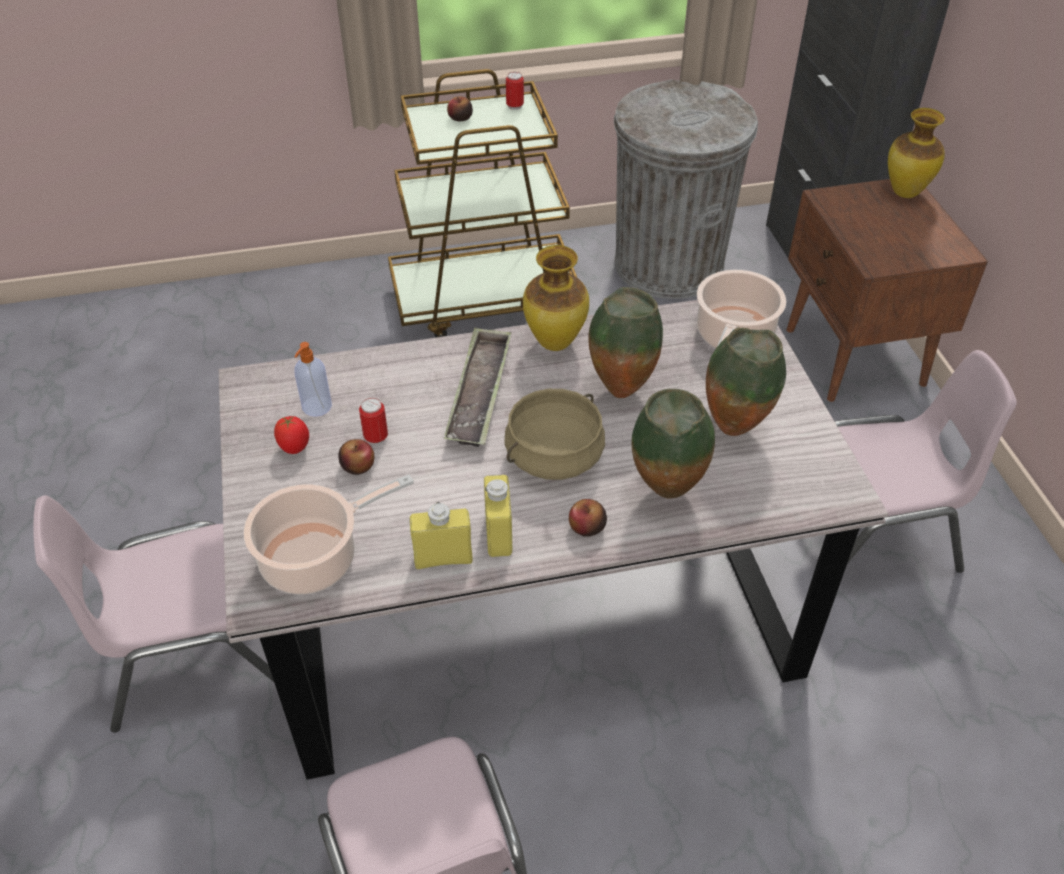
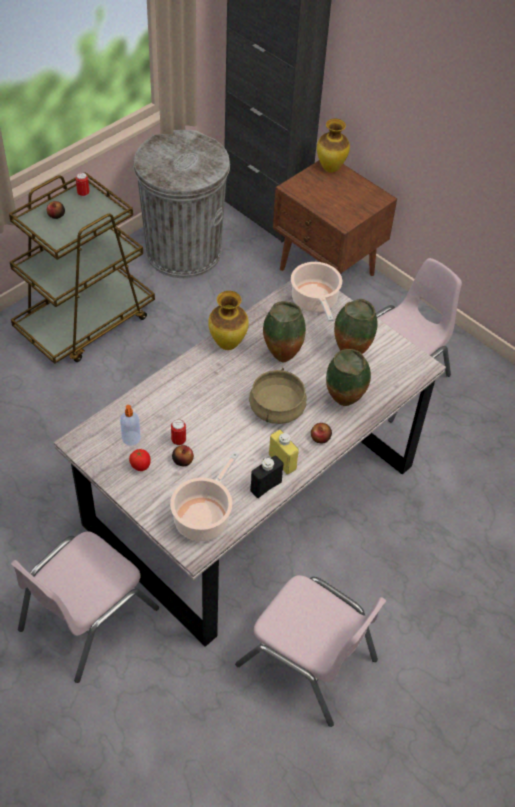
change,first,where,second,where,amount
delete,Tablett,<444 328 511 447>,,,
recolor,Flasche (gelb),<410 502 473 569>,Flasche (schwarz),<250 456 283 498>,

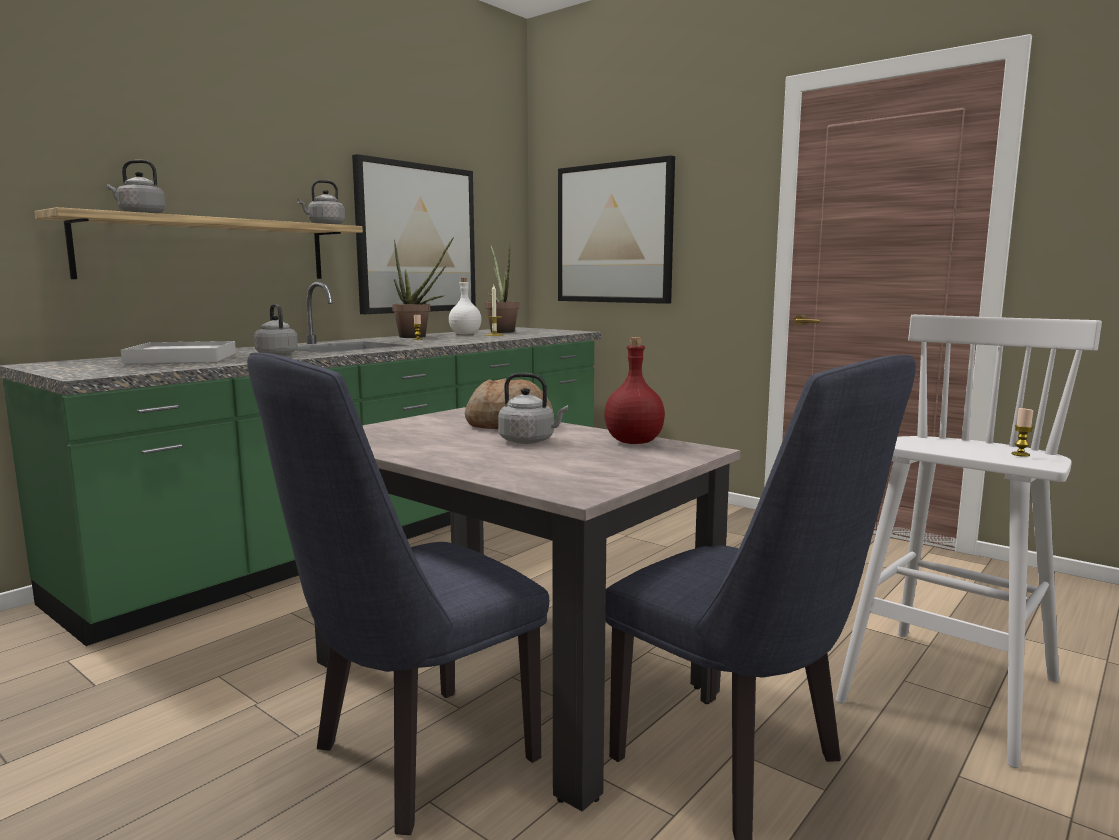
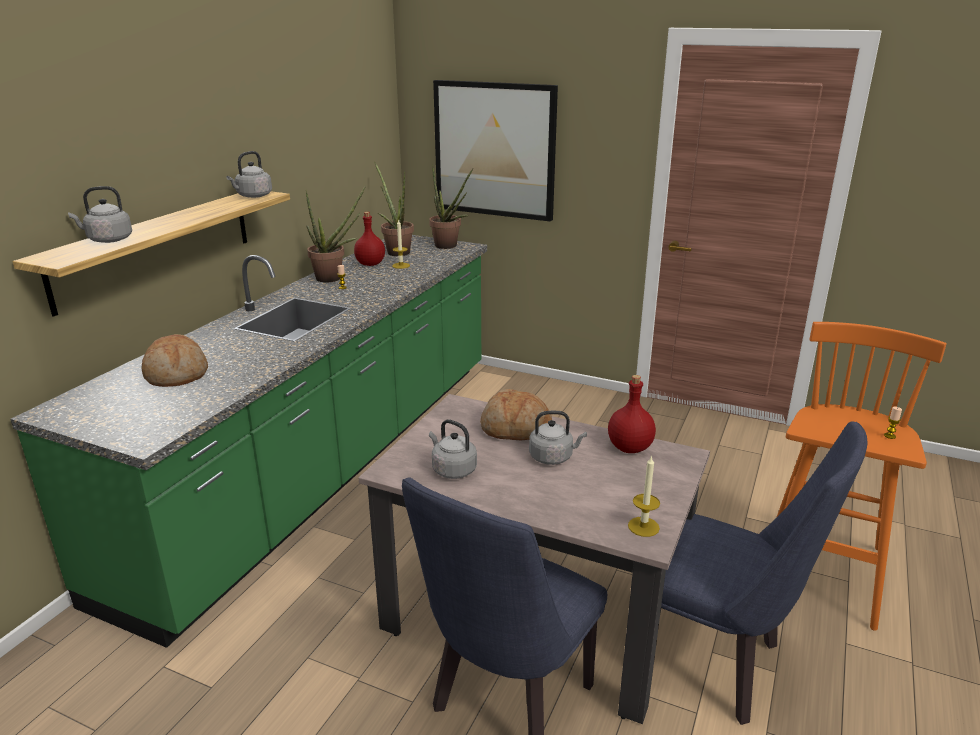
change,first,where,second,where,amount
delete,Bild,<352 154 476 314>,,,
insert,,,Topfpflanze,<429 164 473 249>,
insert,,,Kerze,<628 455 660 537>,
move,Wasserkessel (grau),<254 304 298 356>,,<429 419 477 479>,
replace,Tablett (weiß),<121 341 236 364>,Brot,<142 334 208 387>,
recolor,Flasche (weiß),<449 278 481 335>,Flasche (rot),<354 212 385 266>,
recolor,Hocker (weiß),<836 315 1102 768>,Hocker (orange),<776 322 947 631>,

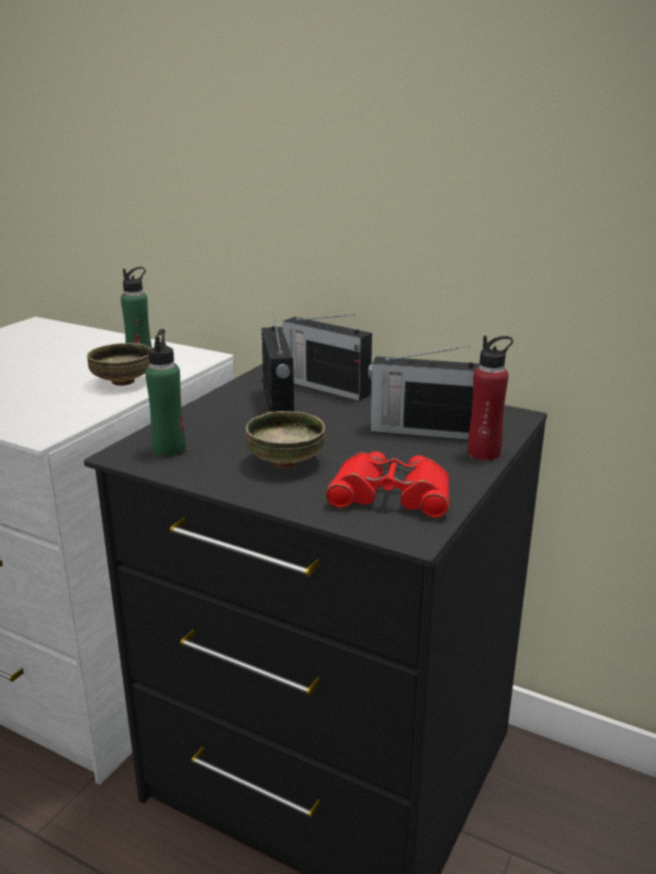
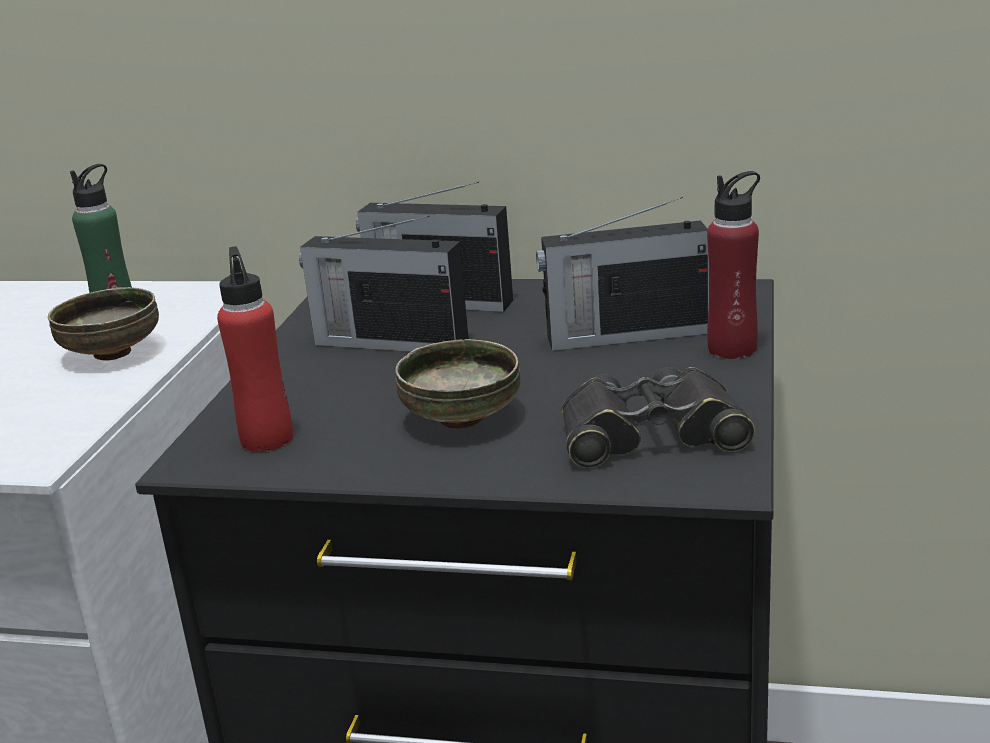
change,first,where,second,where,amount
recolor,Flasche (grün),<145 329 186 457>,Flasche (rot),<217 246 293 452>,
recolor,Fernglas (rot),<326 451 450 519>,Fernglas (schwarz),<561 367 755 468>,
rotate,Radio,<262 312 294 412>,,<299 216 469 352>,135 degrees clockwise

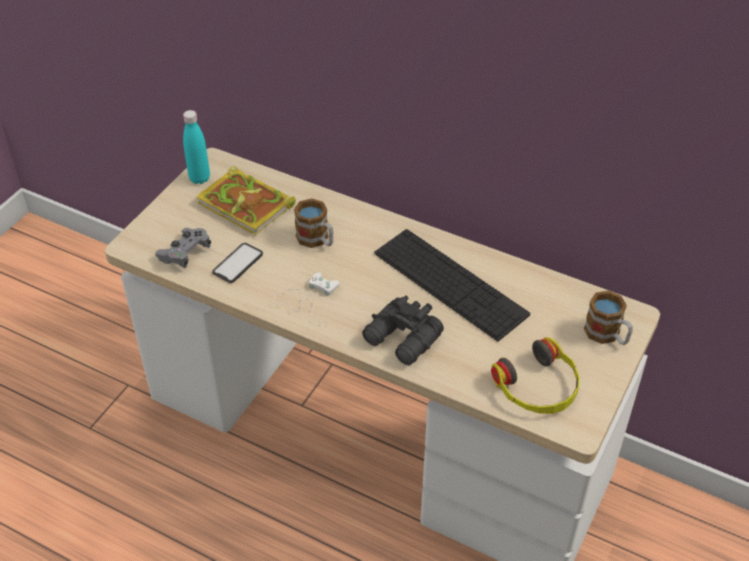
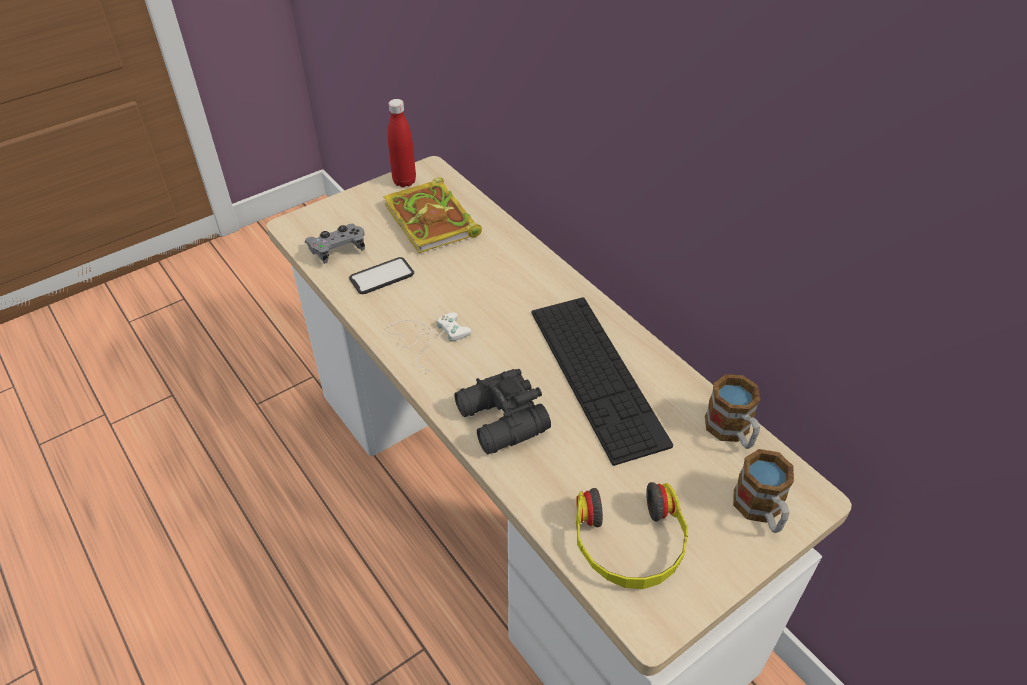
change,first,where,second,where,amount
move,Henkelbecher,<294 198 334 248>,,<705 374 760 449>,
recolor,Flasche (türkis),<183 110 210 184>,Flasche (rot),<388 99 416 187>,

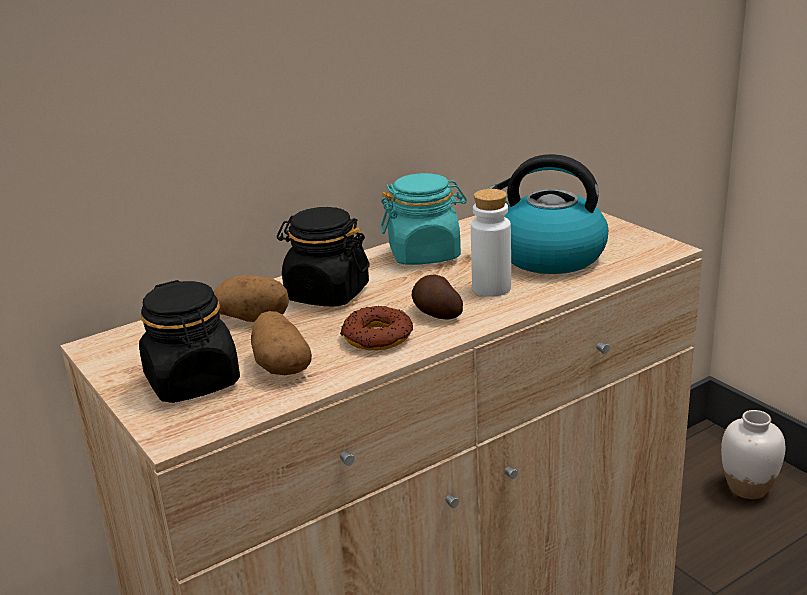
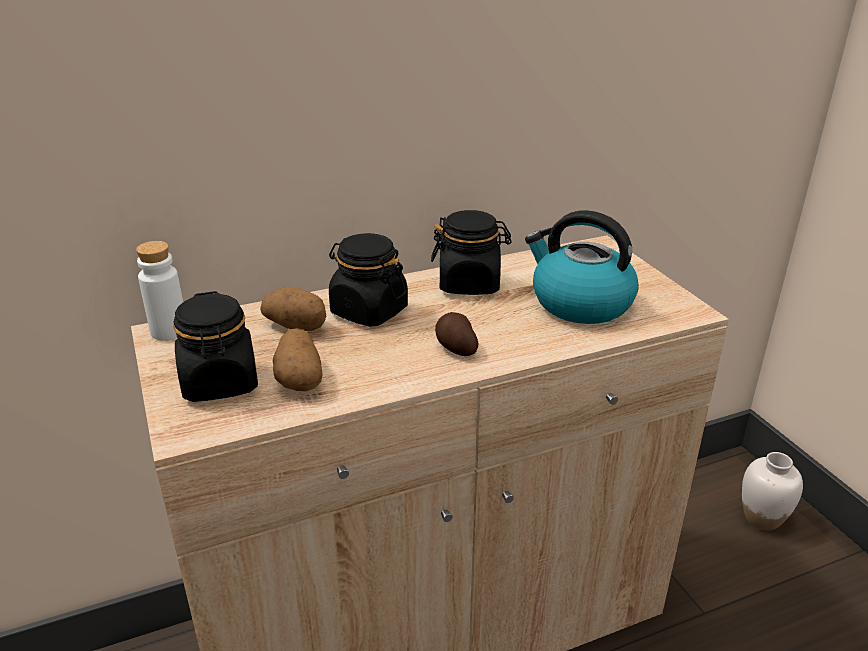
change,first,where,second,where,amount
delete,Donut,<340 306 413 350>,,,
move,Flasche (weiß),<471 189 511 297>,,<136 241 183 341>,
recolor,Vorratsglas (türkis),<380 173 467 265>,Vorratsglas (schwarz),<431 210 512 295>,

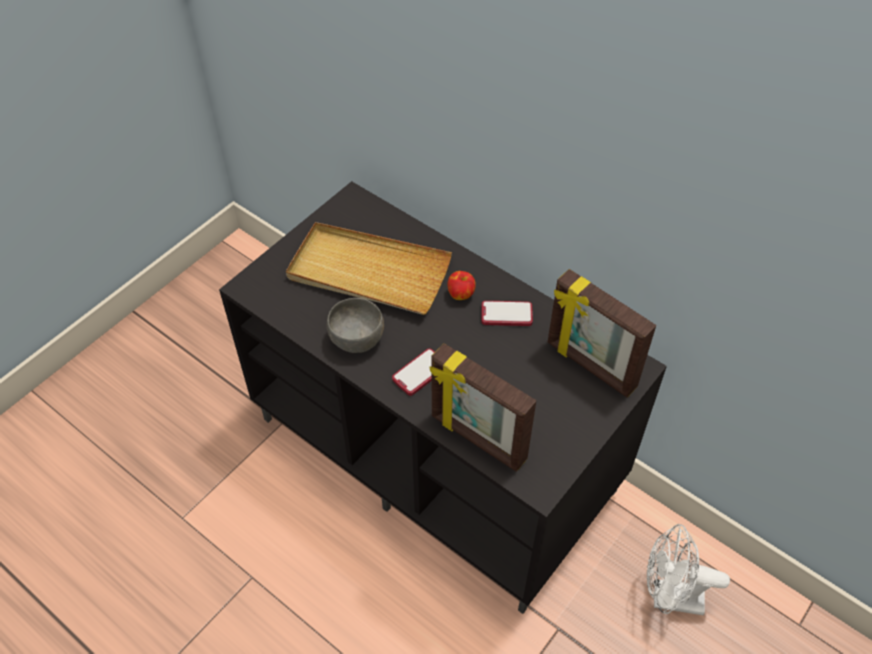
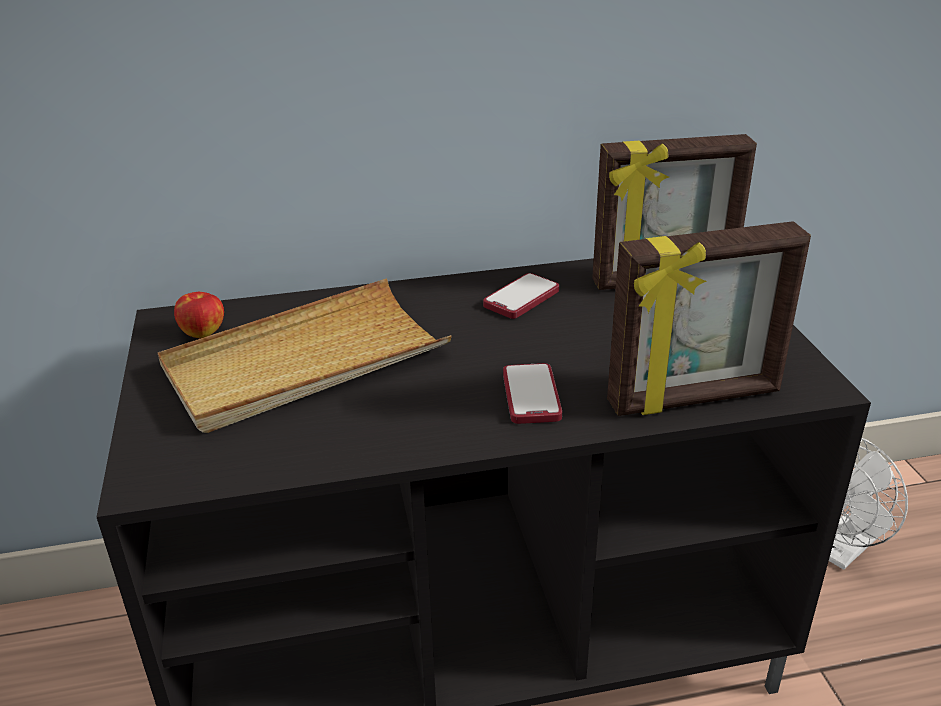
change,first,where,second,where,amount
delete,Schüssel (grau),<327 298 384 353>,,,
move,Apfel,<447 271 476 300>,,<174 292 224 338>,

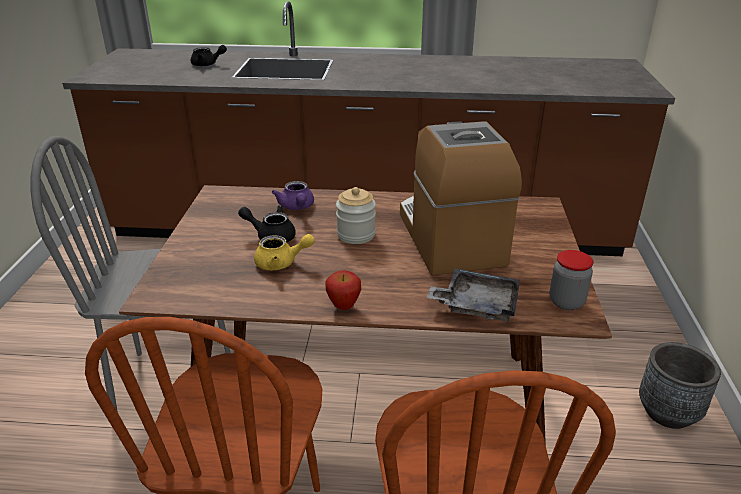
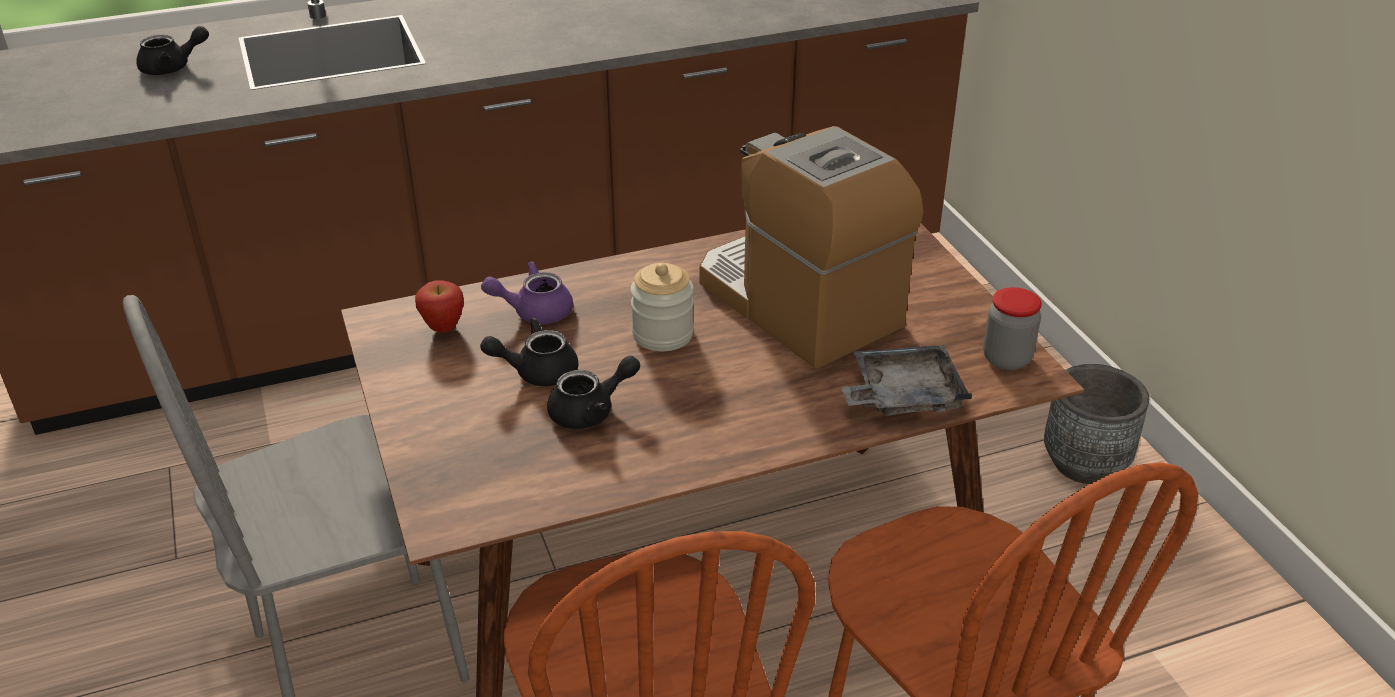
change,first,where,second,where,amount
move,Apfel,<326 270 361 310>,,<415 281 464 333>,
recolor,Teekanne (gelb),<254 234 315 270>,Teekanne (schwarz),<547 356 640 429>,
rotate,Teekanne (lila),<272 181 314 210>,,<481 262 573 324>,120 degrees clockwise

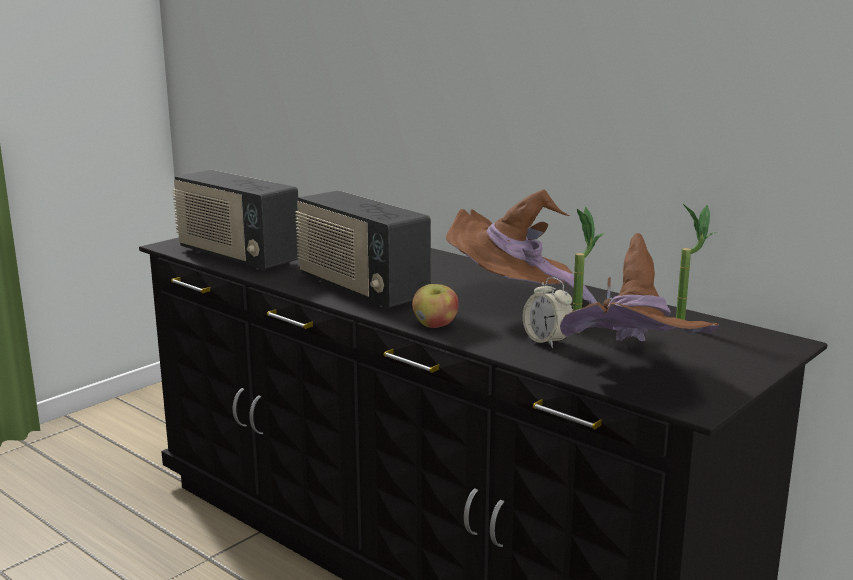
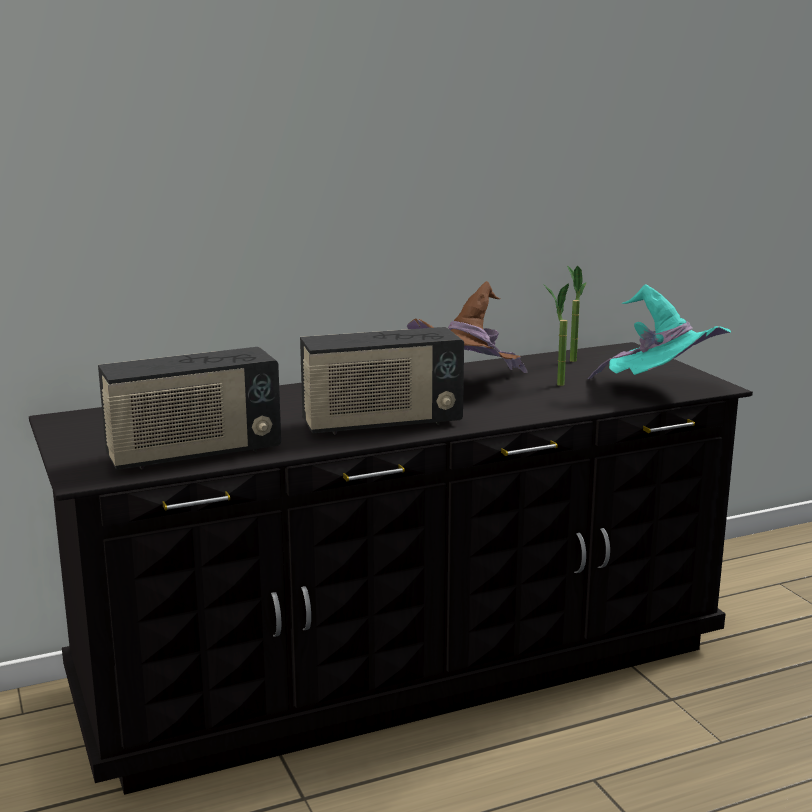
change,first,where,second,where,amount
delete,Apfel,<412 284 458 328>,,,
delete,Wecker,<523 277 574 348>,,,
recolor,Hut (braun),<560 233 719 341>,Hut (türkis),<588 285 731 379>,

